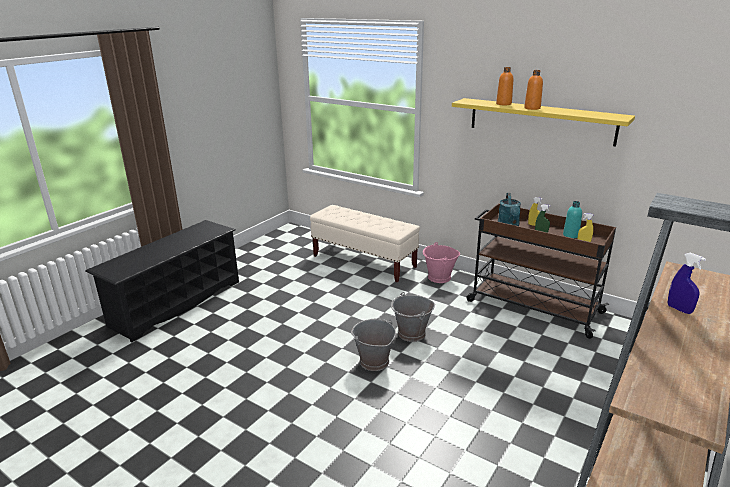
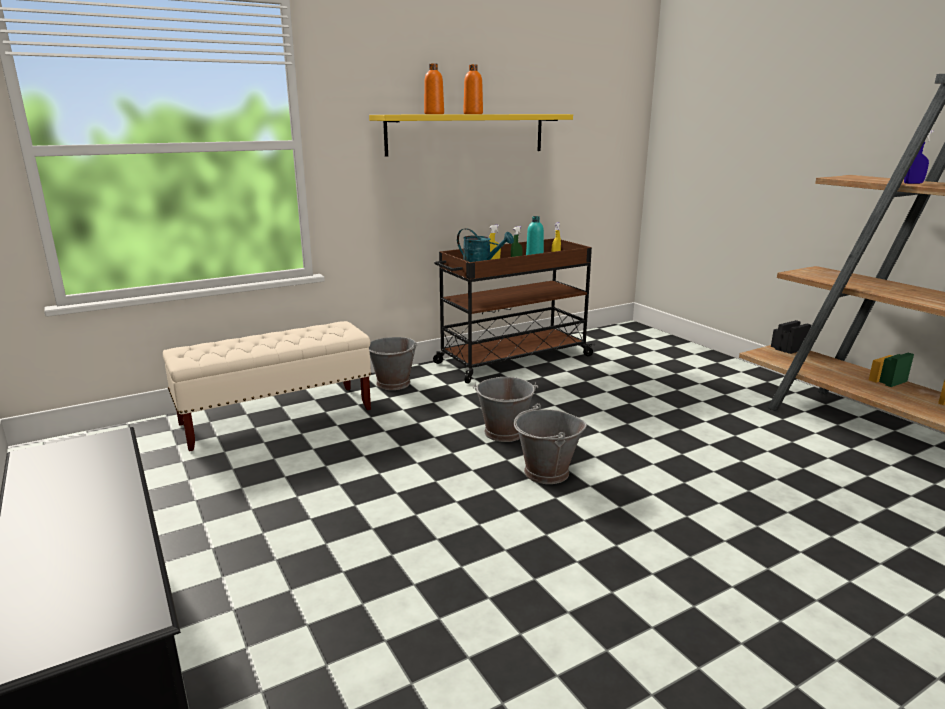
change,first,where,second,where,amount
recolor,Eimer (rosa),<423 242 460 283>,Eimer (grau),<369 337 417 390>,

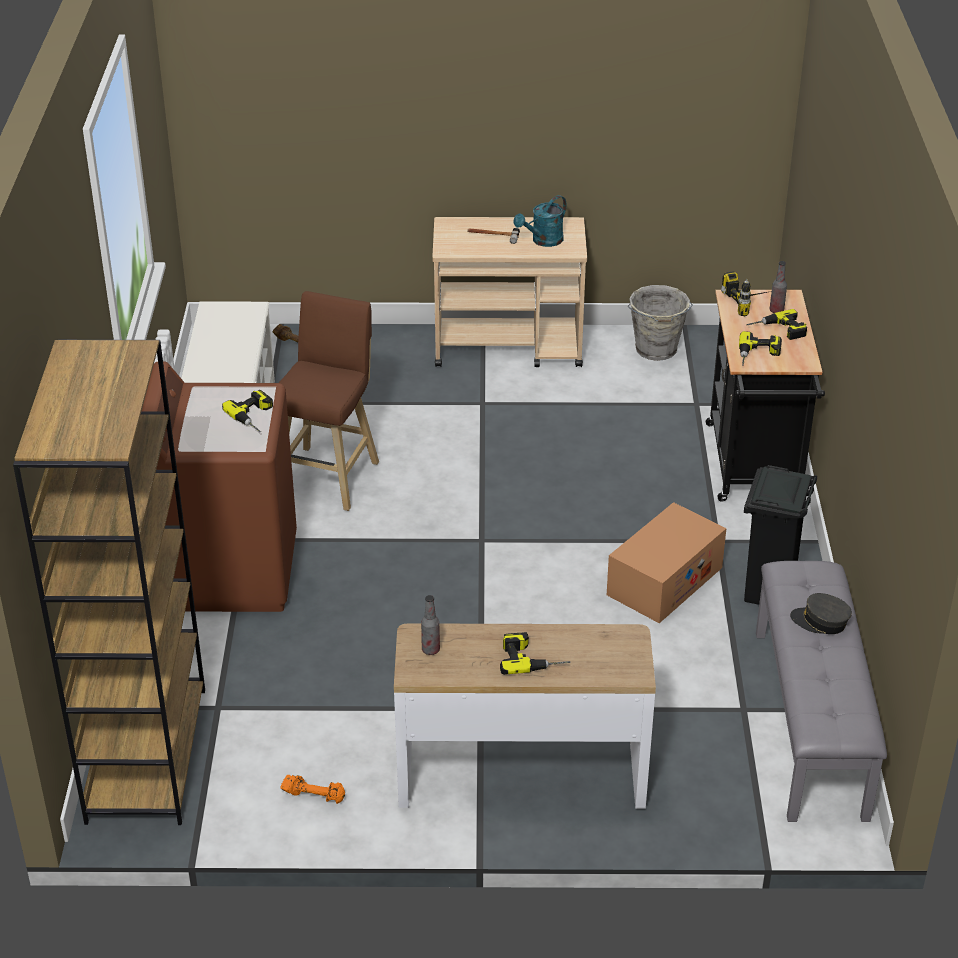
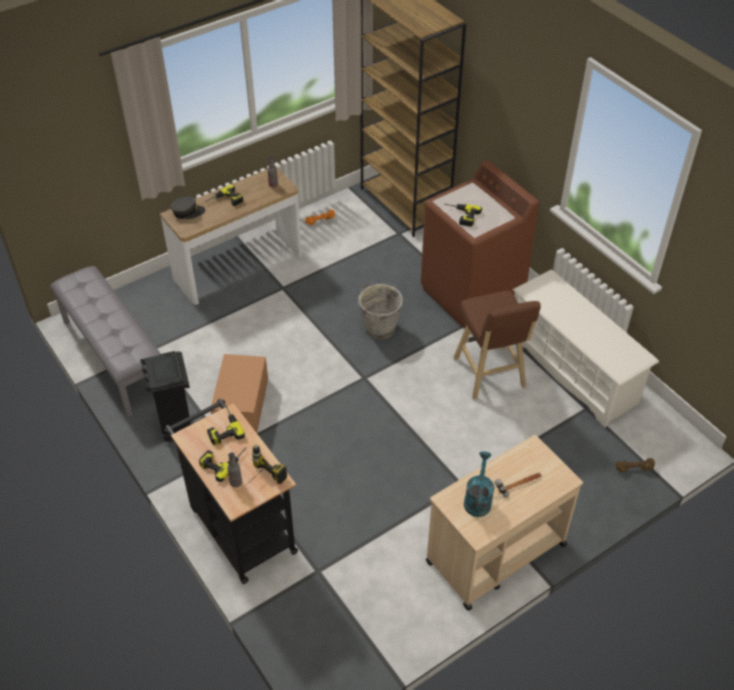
change,first,where,second,where,amount
move,Eimer (grau),<628 285 693 361>,,<357 283 403 340>,
move,Kappe (grau),<790 593 852 634>,,<170 196 205 219>,

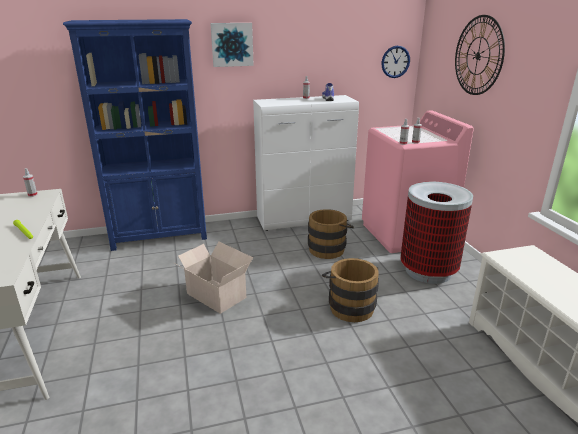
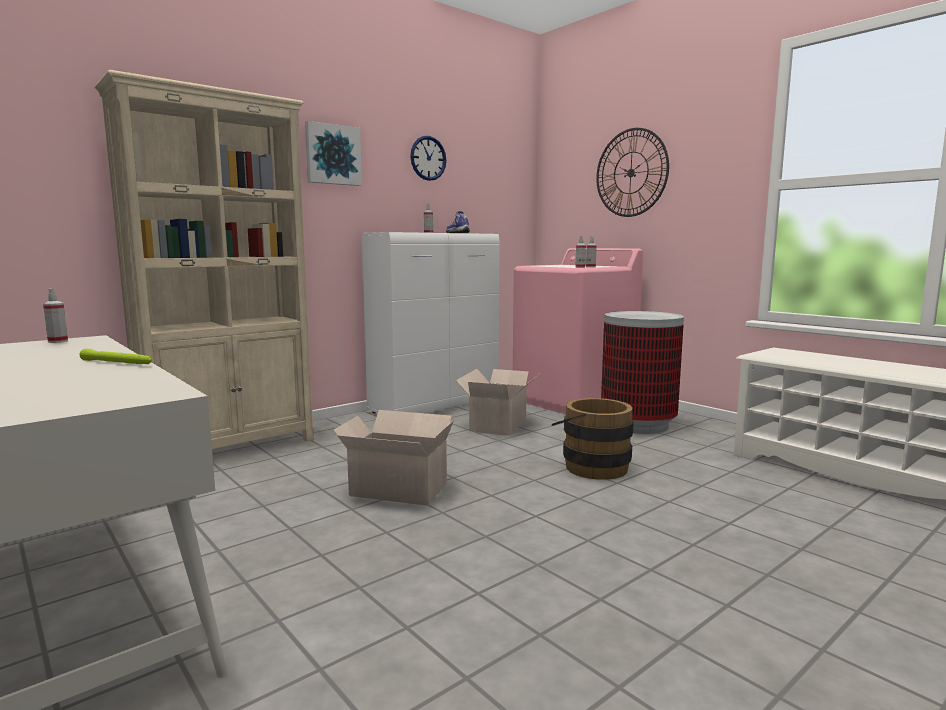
change,first,where,second,where,amount
move,Wanduhr,<381 46 410 78>,,<410 136 446 181>,
replace,Eimer (braun),<308 209 354 259>,Karton,<456 369 539 436>,
recolor,Bücherregal (blau),<63 19 207 251>,Bücherregal (beige),<94 70 314 449>,

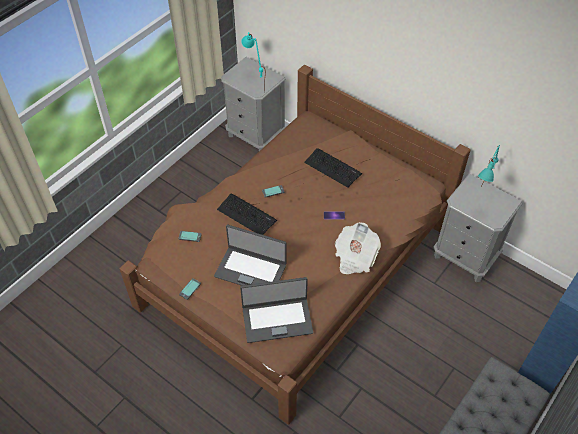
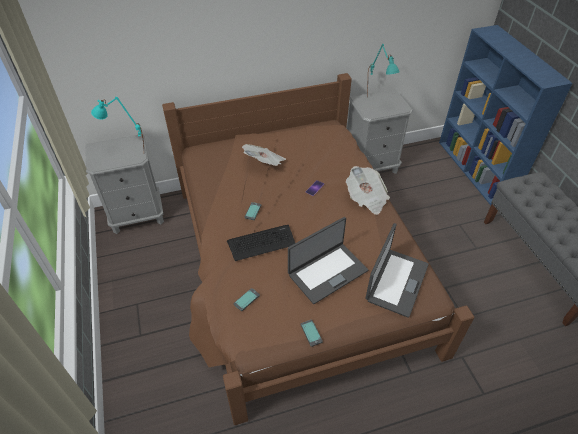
change,first,where,second,where,amount
replace,Tastatur,<304 148 362 188>,Zeitung,<242 144 286 166>,

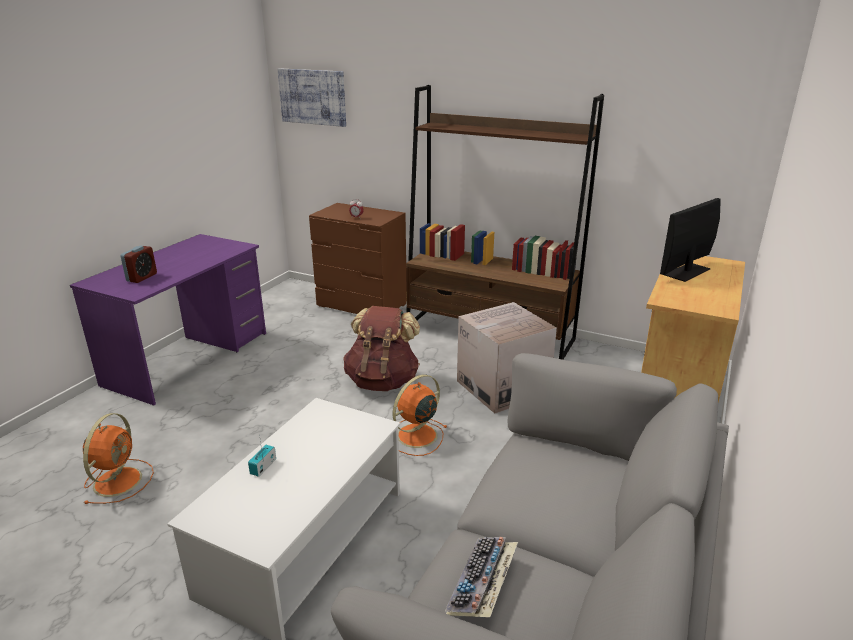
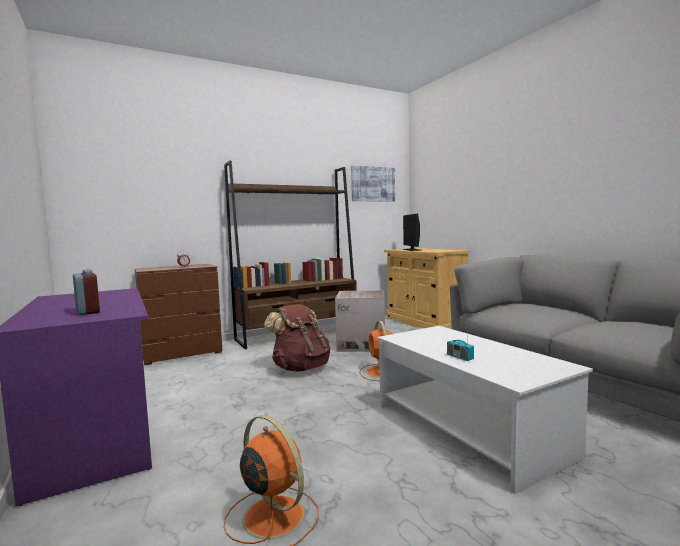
change,first,where,second,where,amount
delete,Tastatur,<445 537 518 618>,,,
move,Bild,<277 68 346 127>,,<351 165 395 202>,

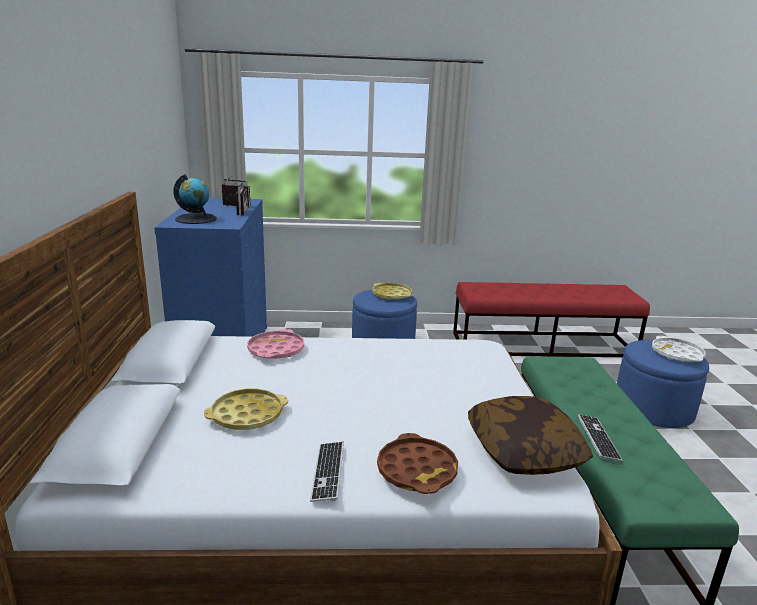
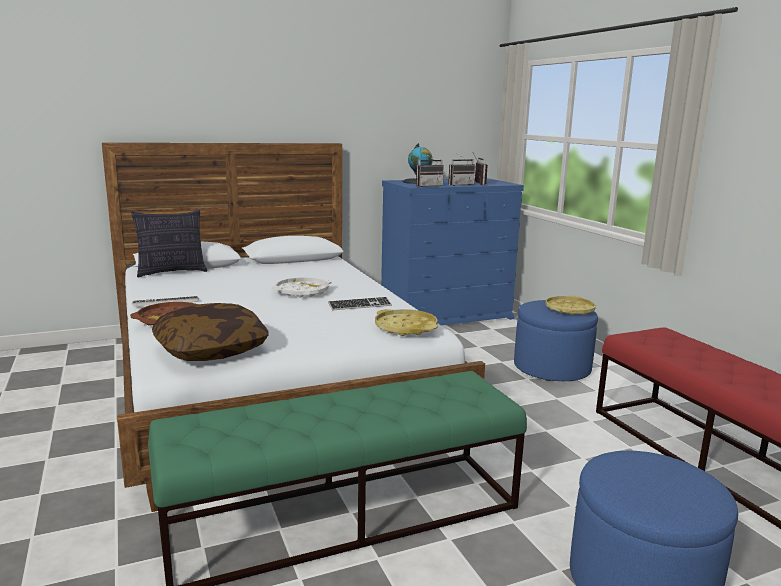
change,first,where,second,where,amount
delete,Tablett (rosa),<247 329 304 359>,,,
insert,,,Kissen,<131 210 207 277>,
insert,,,Radio,<416 152 444 187>,
move,Tablett (gelb),<204 388 288 430>,,<375 309 438 336>,
move,Tastatur,<578 414 623 461>,,<328 297 392 310>,
move,Tablett (weiß),<652 336 706 362>,,<272 277 331 298>,

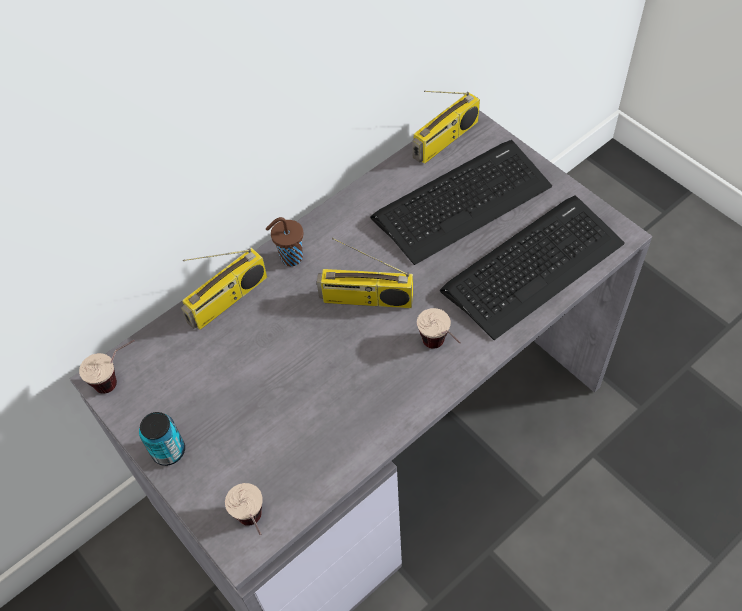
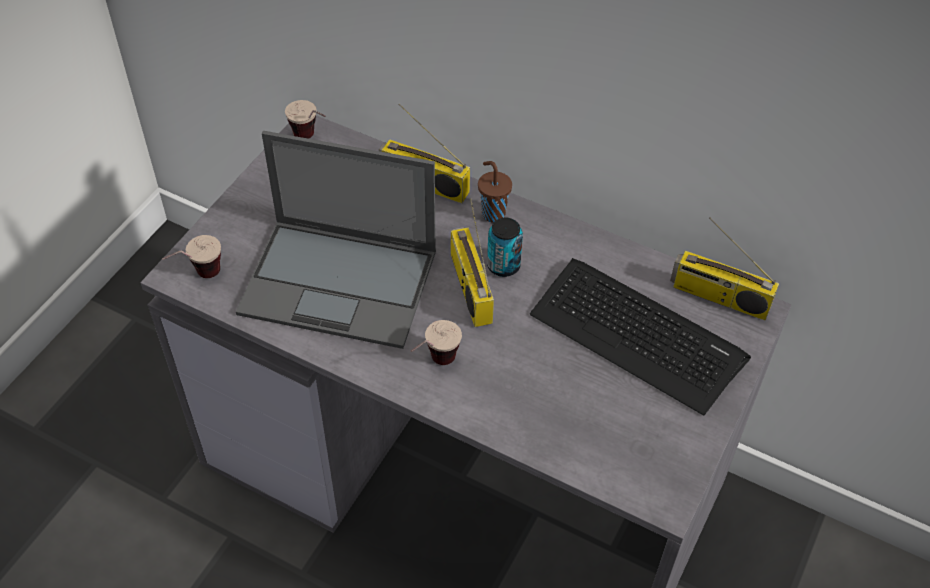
change,first,where,second,where,amount
delete,Tastatur,<440 196 625 340>,,,
insert,,,Laptop,<236 131 436 349>,
move,Dose,<139 412 185 466>,,<487 218 523 277>,

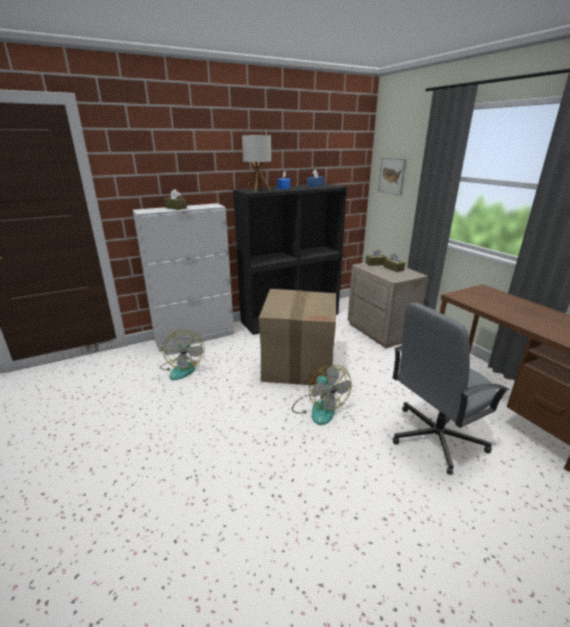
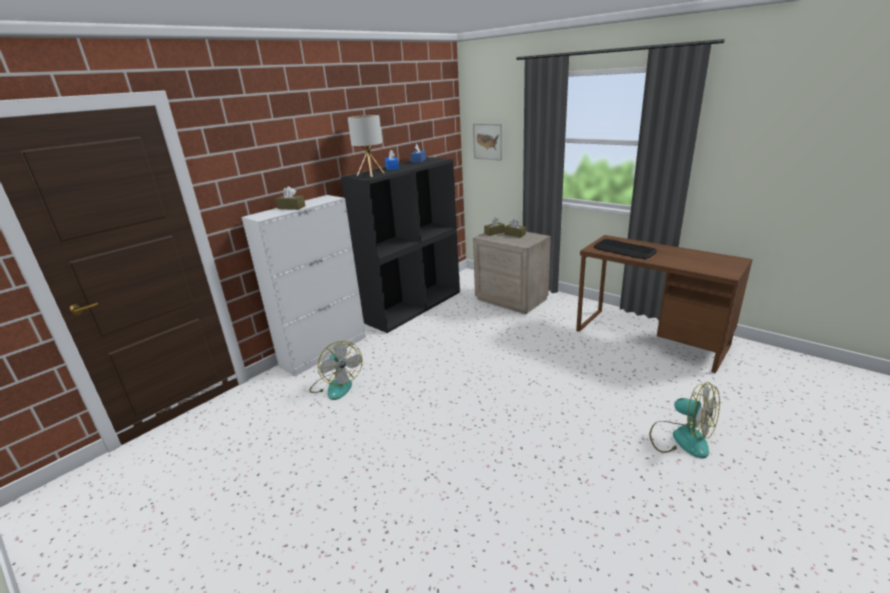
change,first,where,second,where,amount
delete,Karton,<259 289 336 386>,,,
delete,Bürostuhl (grau),<393 302 509 475>,,,
insert,,,Tastatur,<594 239 657 259>,
move,Ventilator,<292 365 352 425>,,<649 382 720 459>,

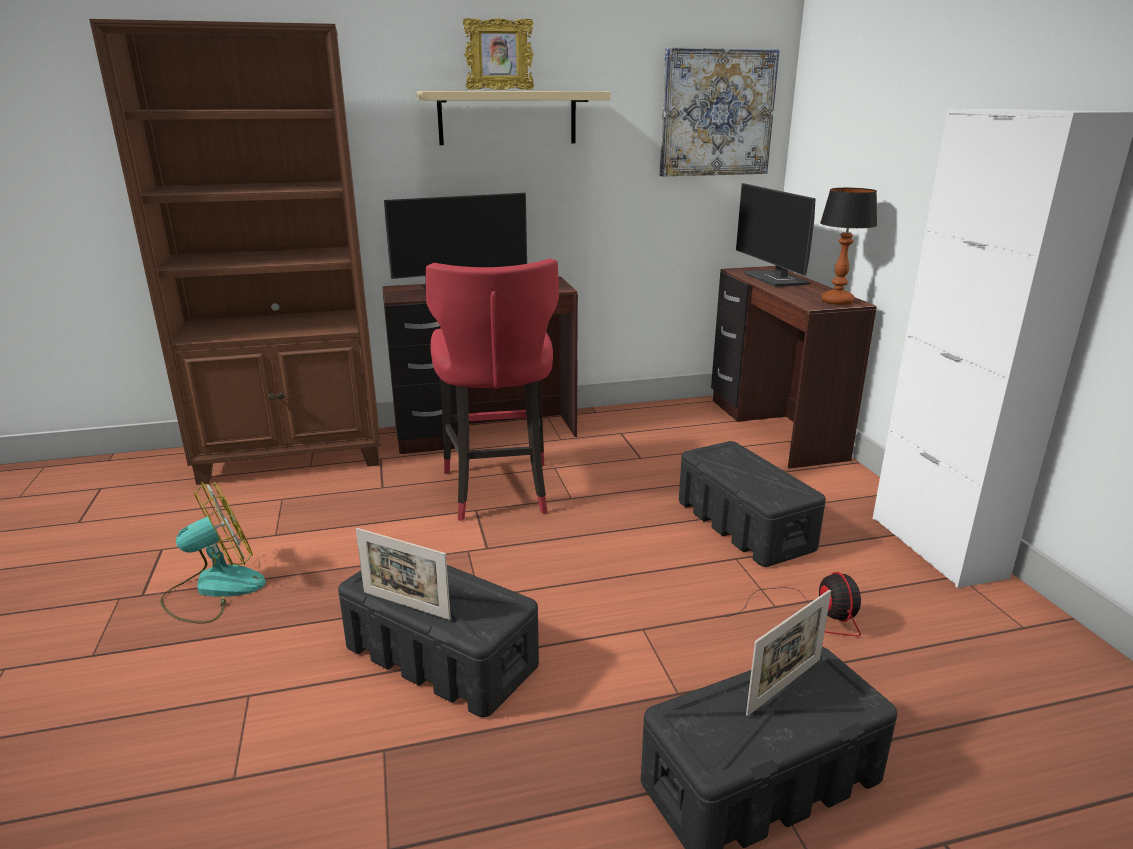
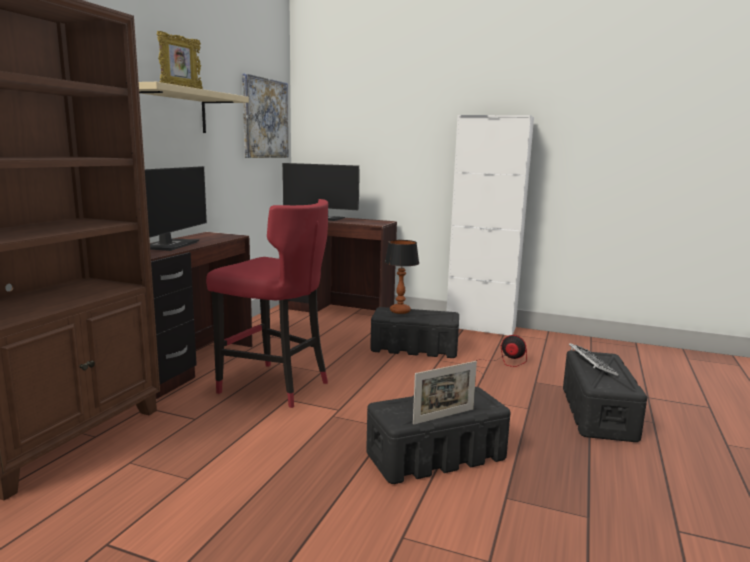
change,first,where,second,where,amount
delete,Ventilator,<160 482 266 623>,,,
move,Tischlampe,<820 188 877 305>,,<385 240 419 314>,
replace,Bilderrahmen,<746 590 831 716>,Tastatur,<569 343 619 376>,

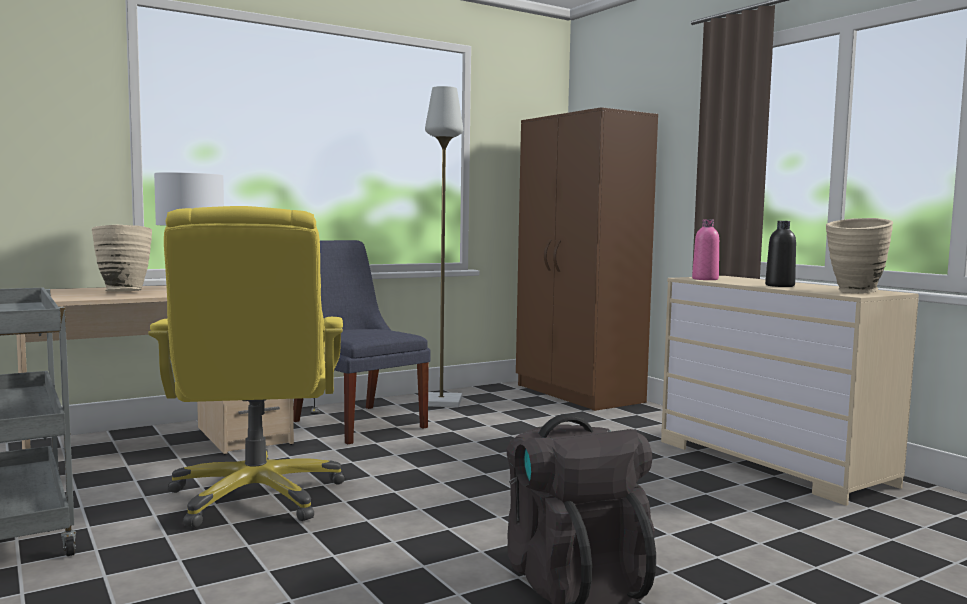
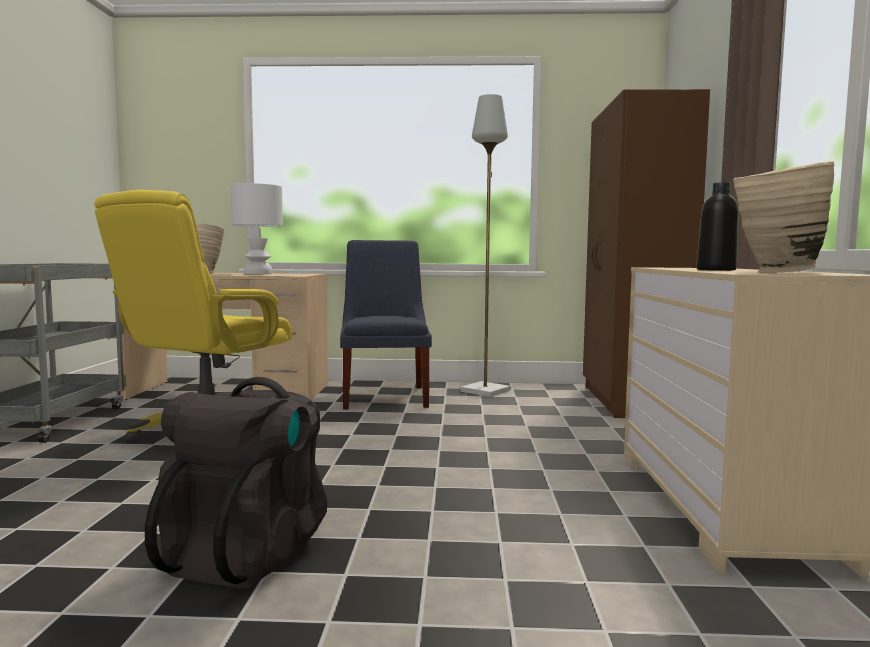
change,first,where,second,where,amount
delete,Flasche (rosa),<692 219 719 280>,,,

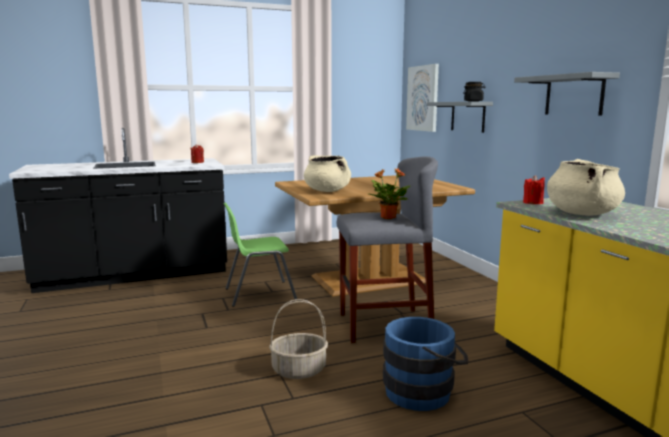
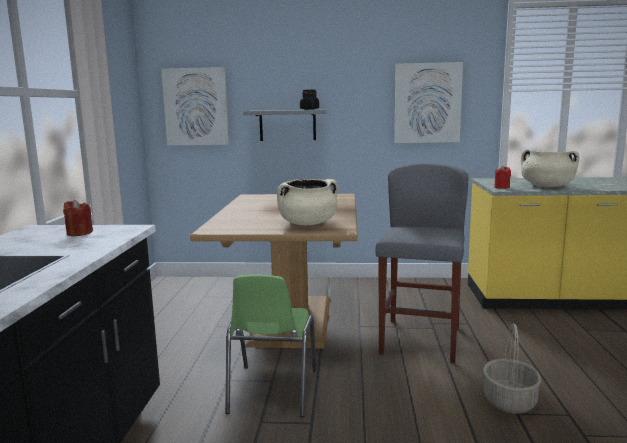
change,first,where,second,where,amount
delete,Topfpflanze,<369 168 410 219>,,,
delete,Eimer (blau),<383 317 469 411>,,,
replace,Wandregal (grau),<514 72 620 115>,Bild,<394 62 463 143>,

